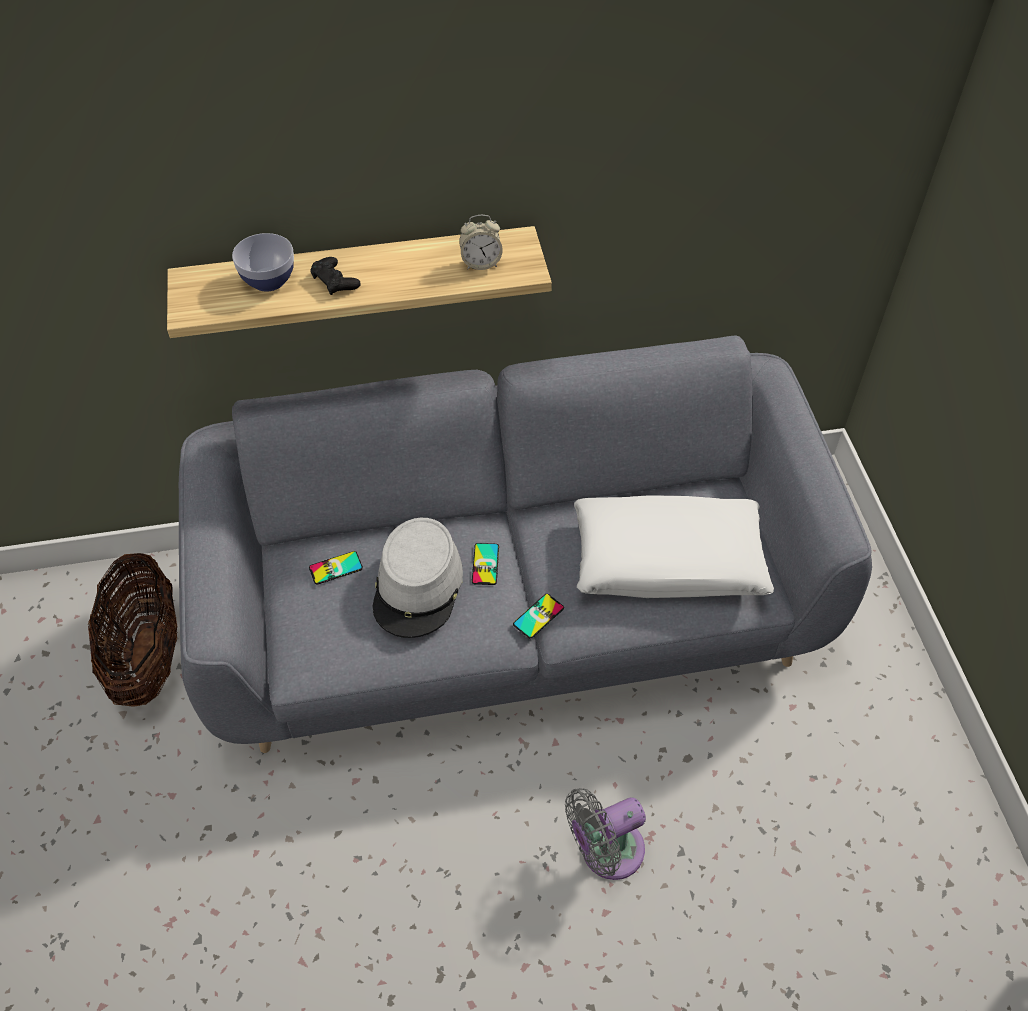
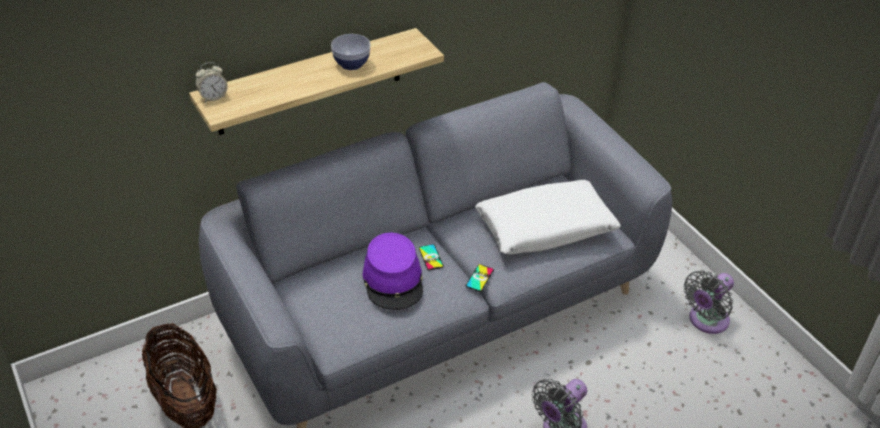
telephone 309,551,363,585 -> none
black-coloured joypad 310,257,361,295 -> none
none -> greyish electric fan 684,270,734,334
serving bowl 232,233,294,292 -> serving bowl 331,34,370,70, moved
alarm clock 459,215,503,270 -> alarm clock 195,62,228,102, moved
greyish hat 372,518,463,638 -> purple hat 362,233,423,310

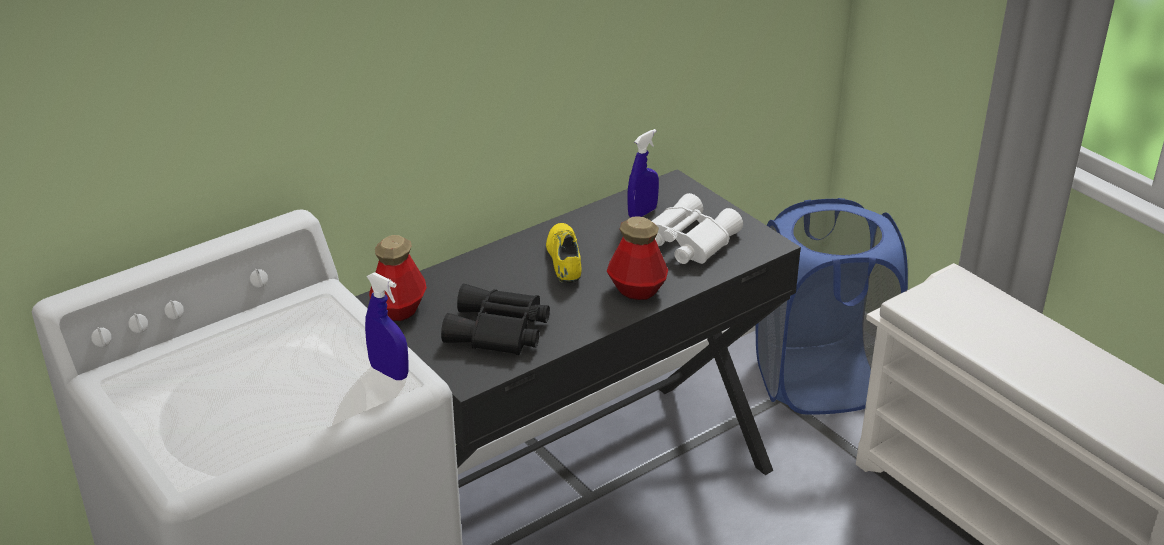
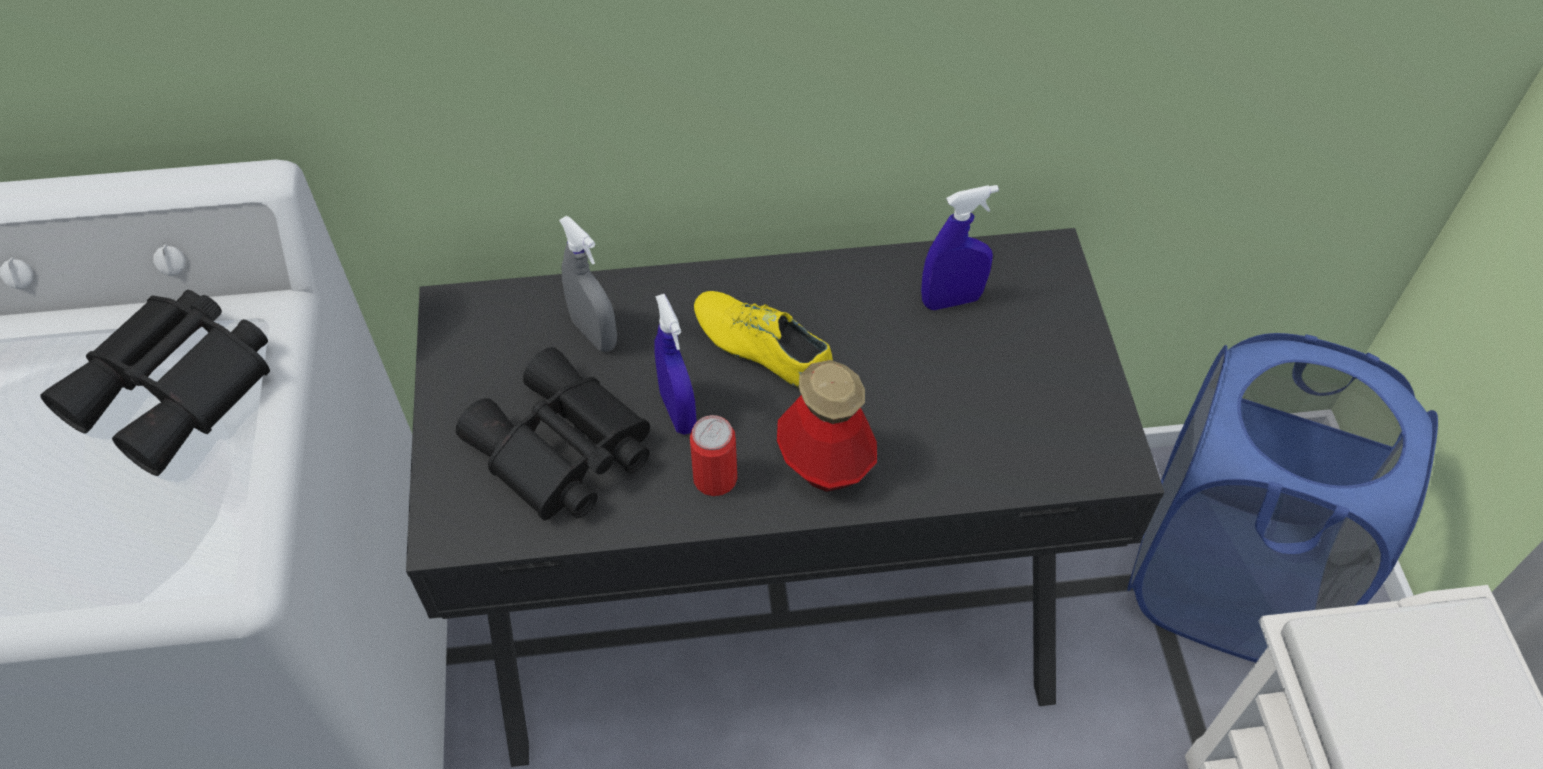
beverage bottle 369,235,427,321 -> none
white binoculars 652,193,743,264 -> none
none -> black-coloured binoculars 40,290,270,476
none -> greyish sprayer 559,216,617,352
none -> sealed can 690,415,737,496
blue-coloured sprayer 365,272,409,380 -> blue-coloured sprayer 654,294,697,435, moved
yellowish shoe 546,223,582,283 -> yellowish shoe 694,291,833,389, 75 degrees counterclockwise

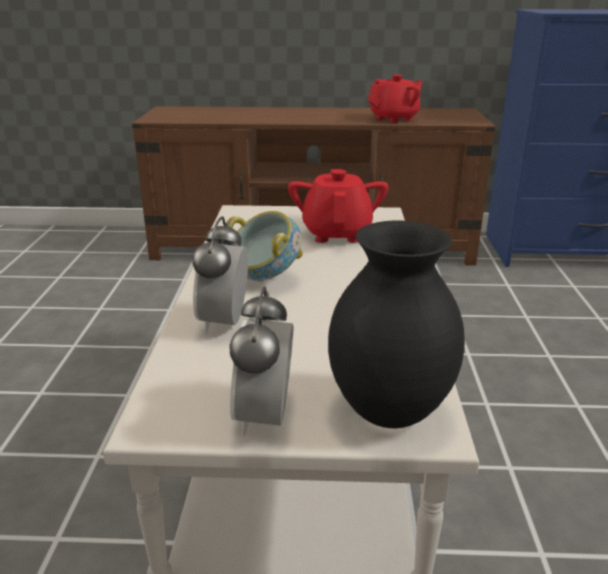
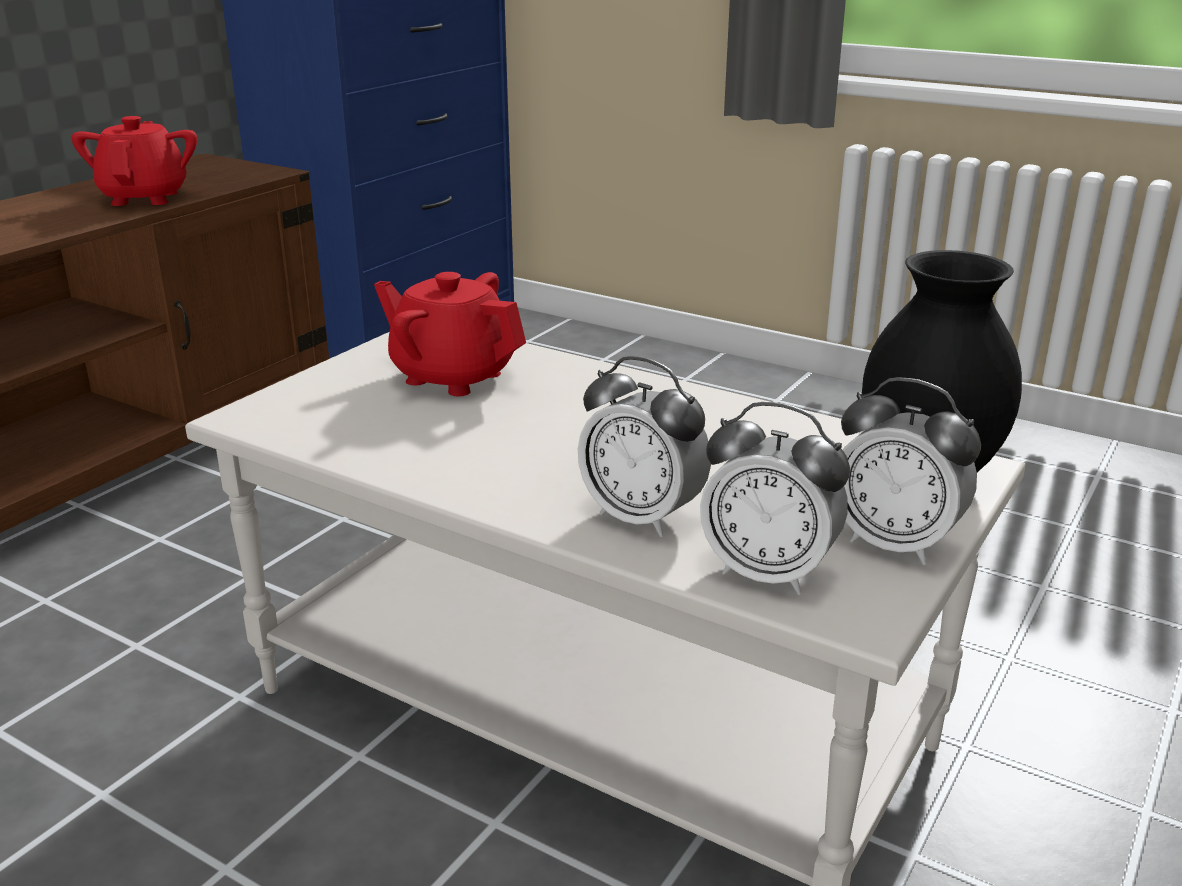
serving bowl 227,211,303,282 -> none
none -> alarm clock 700,402,850,595

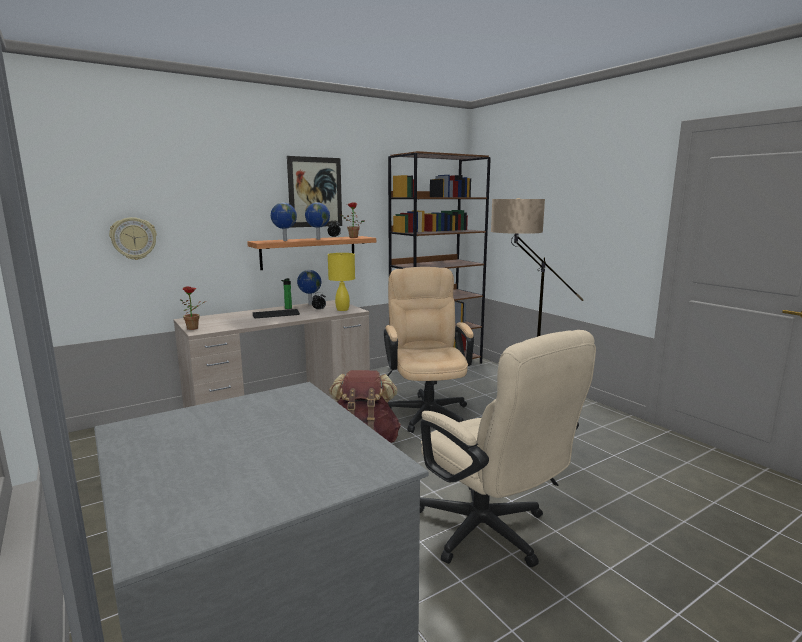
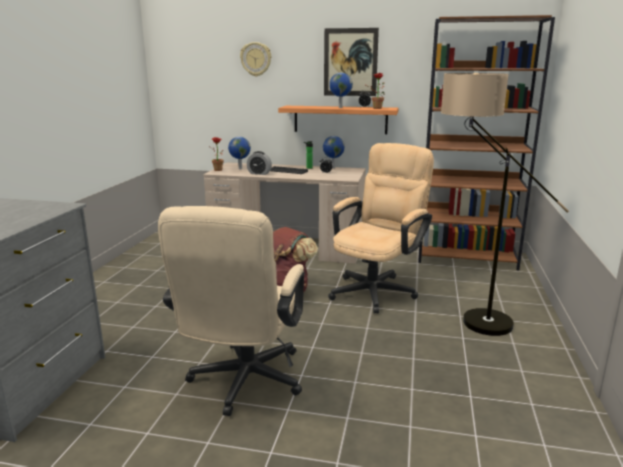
yellowish lamp for a table 328,253,355,311 -> none
none -> alarm clock 247,151,272,175
wall clock 109,217,157,260 -> wall clock 240,42,271,76, moved
globe 271,203,297,241 -> globe 228,136,251,169, moved

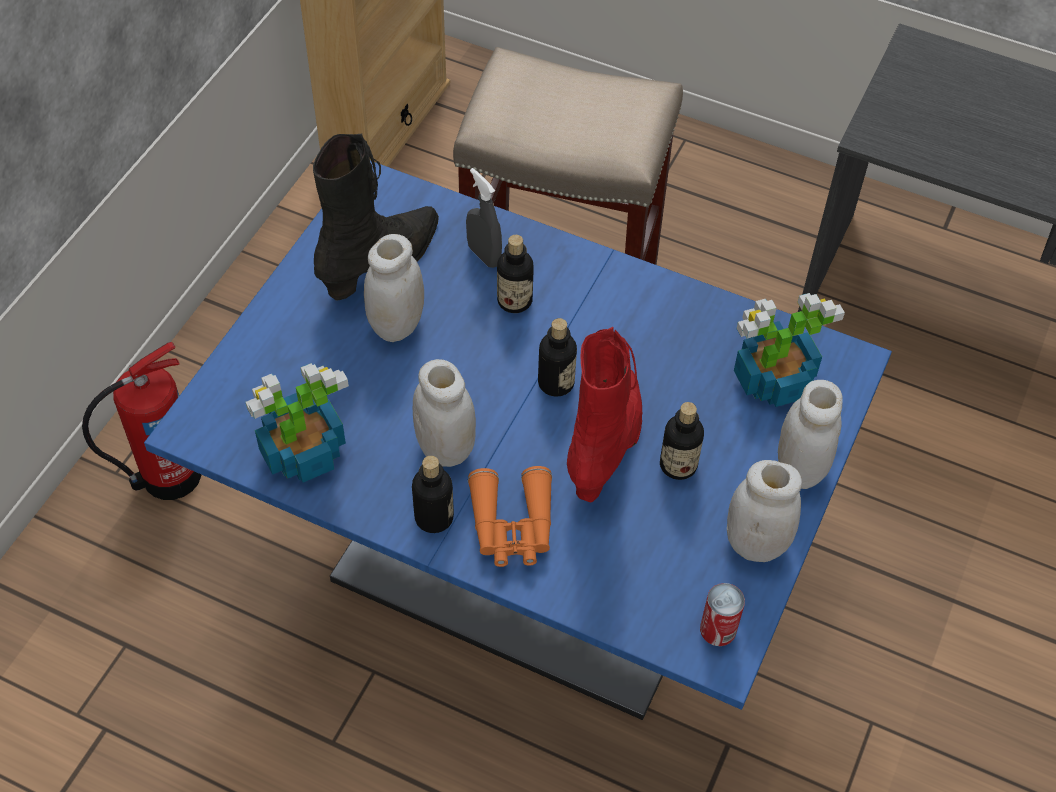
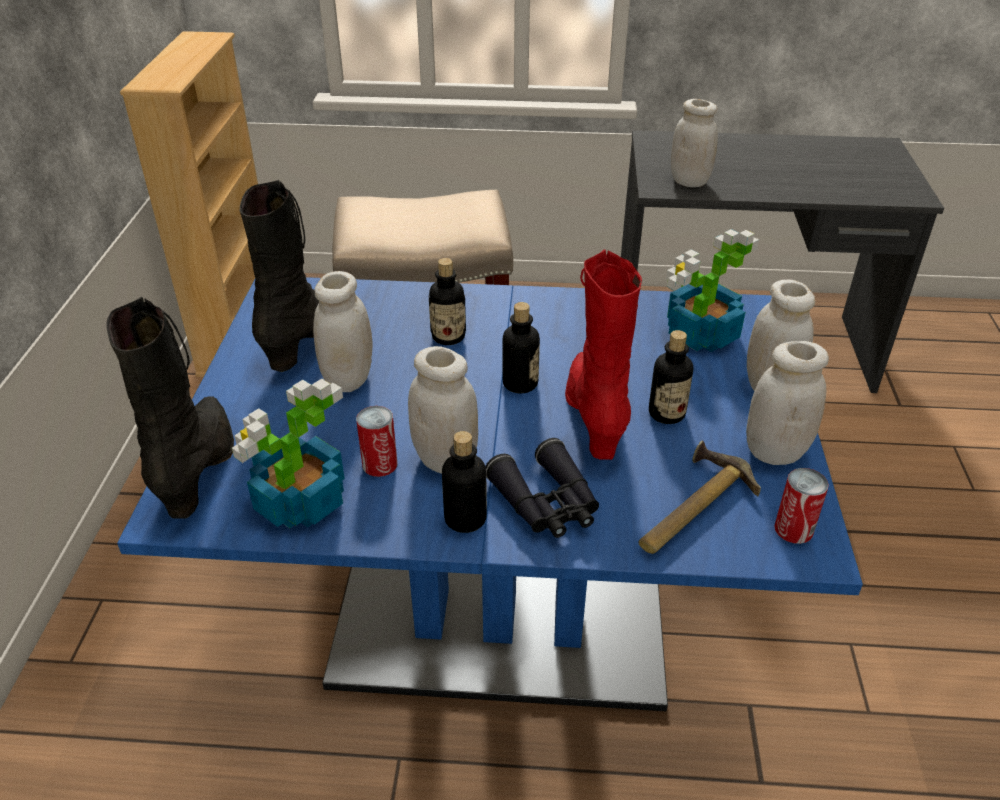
fire-fighting cylinder 82,342,201,500 -> none
greyish sprayer 466,168,502,268 -> none
none -> black-coloured tall boot 106,297,234,519
none -> sealed can 356,406,398,477
none -> tool hammer 639,441,761,554
none -> white preserve jar 671,99,718,187
orangey binoculars 468,466,552,567 -> black-coloured binoculars 485,438,599,538

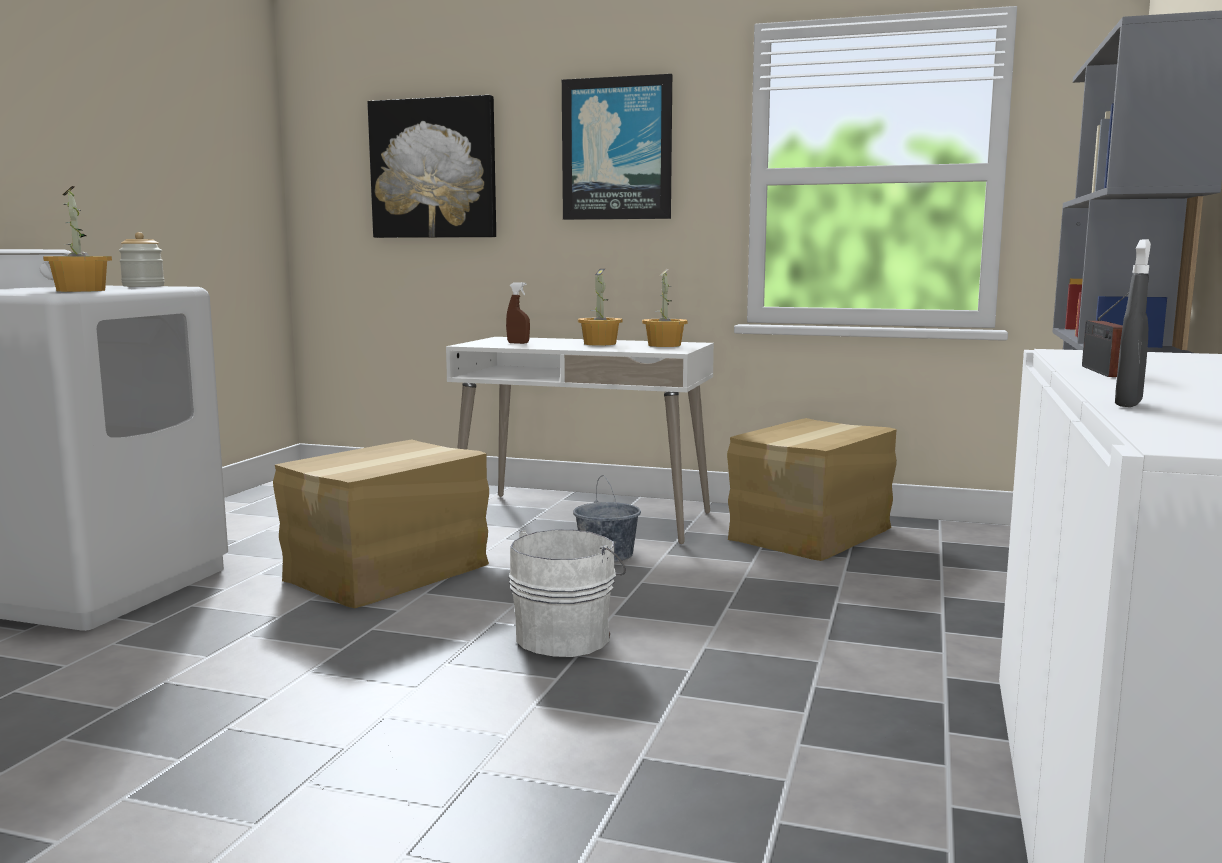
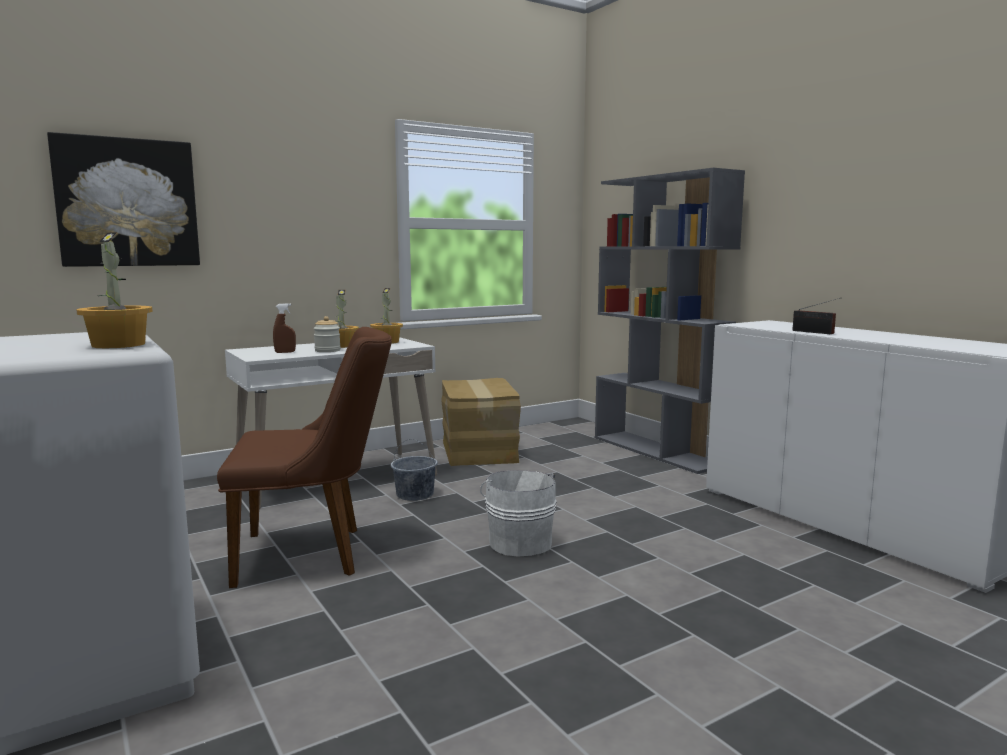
wall picture 562,74,672,220 -> none
greyish sprayer 1115,239,1151,407 -> none
preserve jar 119,232,165,287 -> preserve jar 313,316,341,352, moved
packing box 273,440,489,608 -> brown-coloured plain chair 217,327,392,588

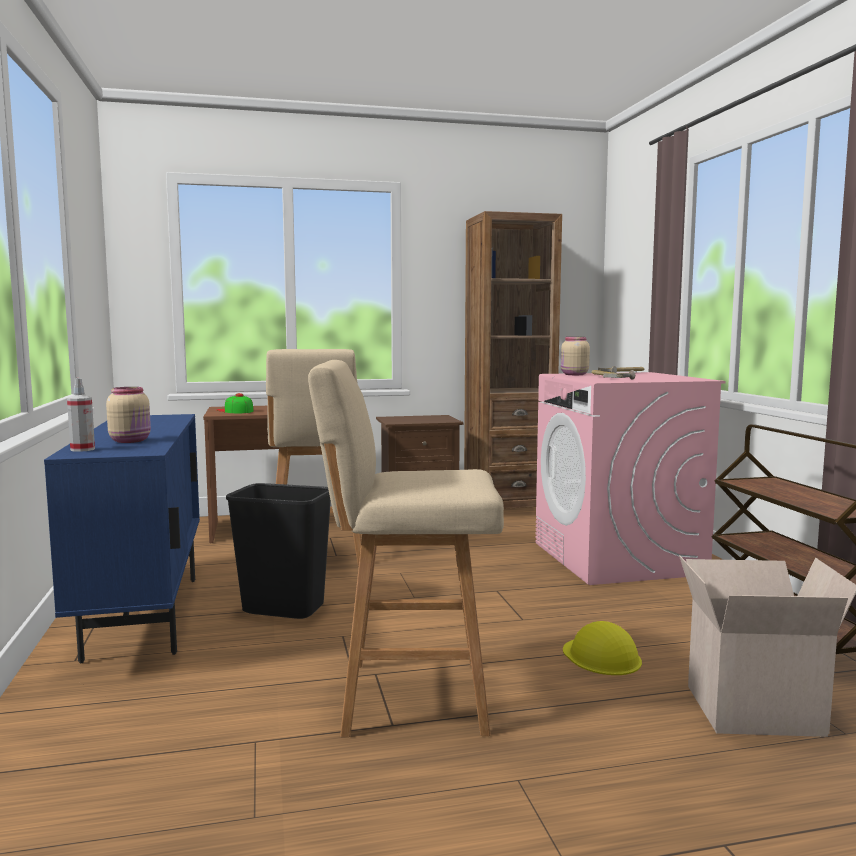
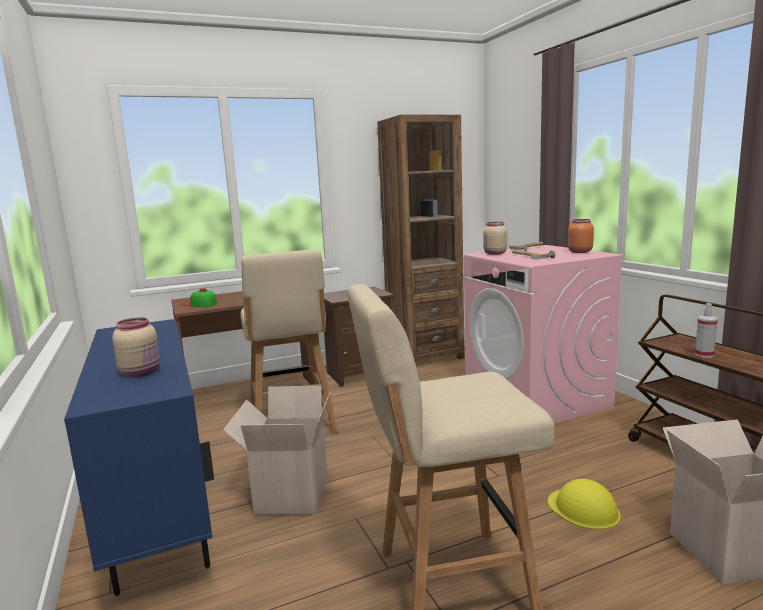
none -> orangey preserve jar 568,219,594,253
sprayer 67,378,95,452 -> sprayer 695,303,718,358, moved
black-coloured rubbish bin 226,483,331,619 -> packing box 223,385,330,515

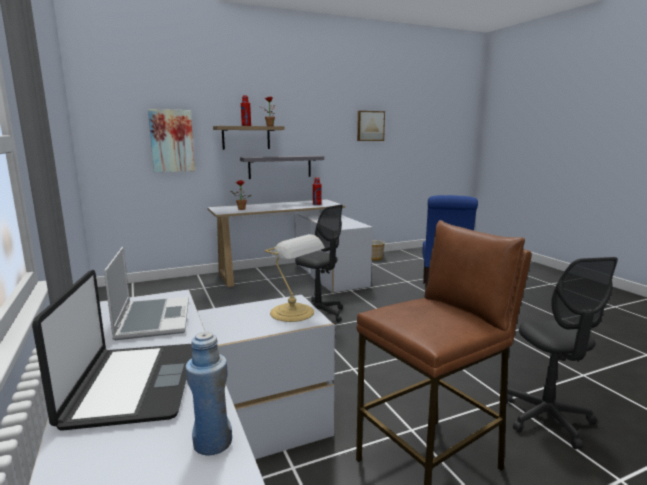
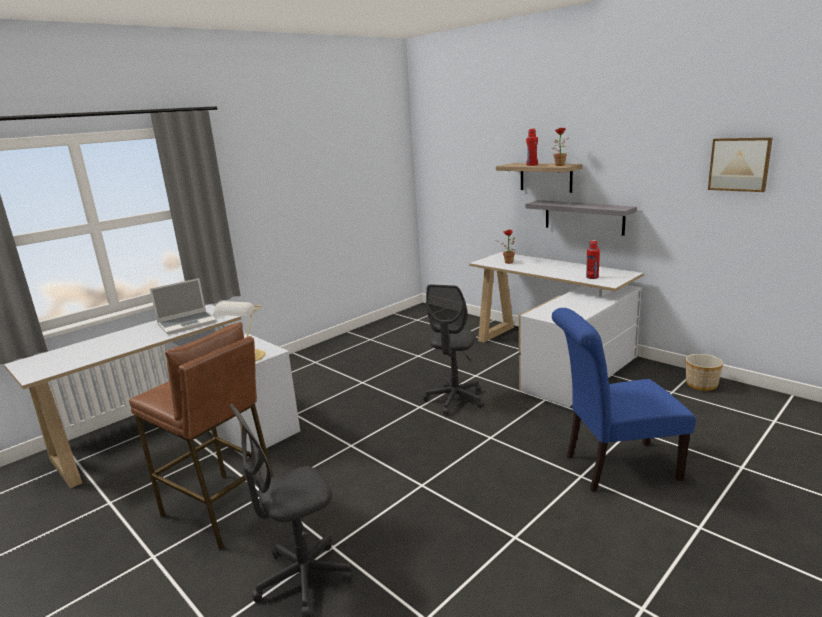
notebook computer 32,270,192,431 -> none
wall picture 148,109,195,172 -> none
blue-coloured beverage bottle 186,332,232,456 -> none

